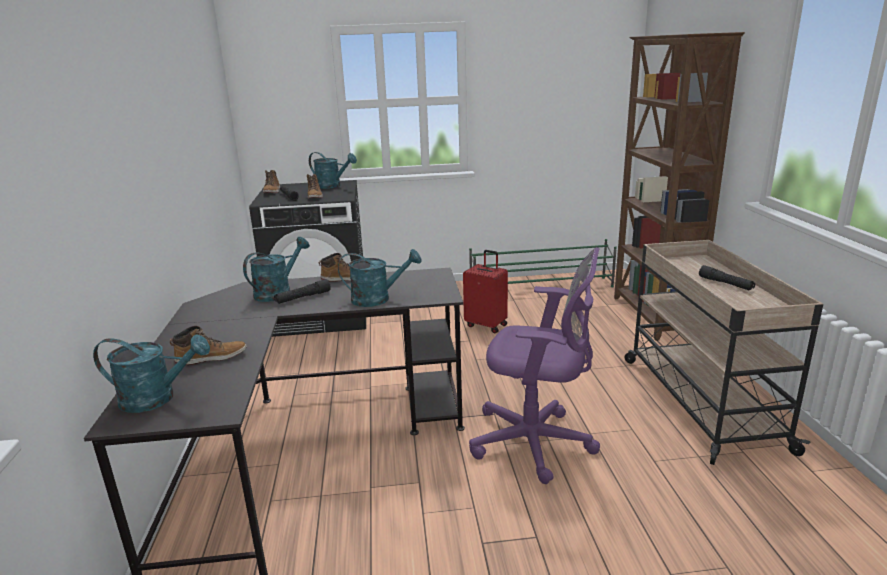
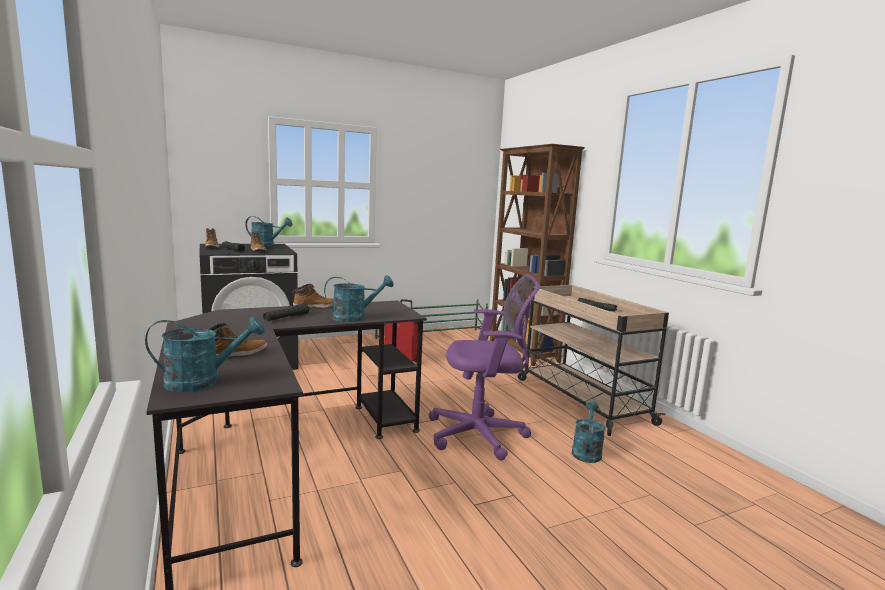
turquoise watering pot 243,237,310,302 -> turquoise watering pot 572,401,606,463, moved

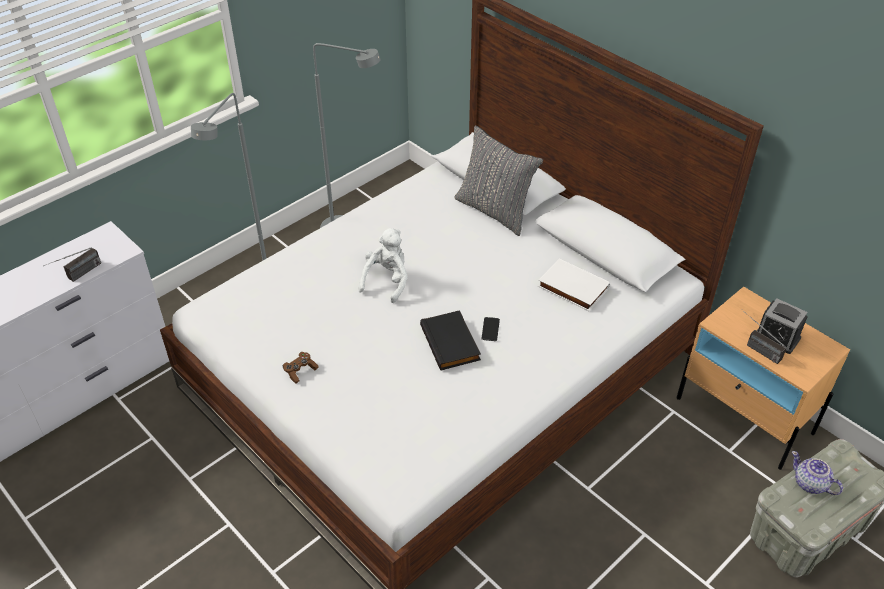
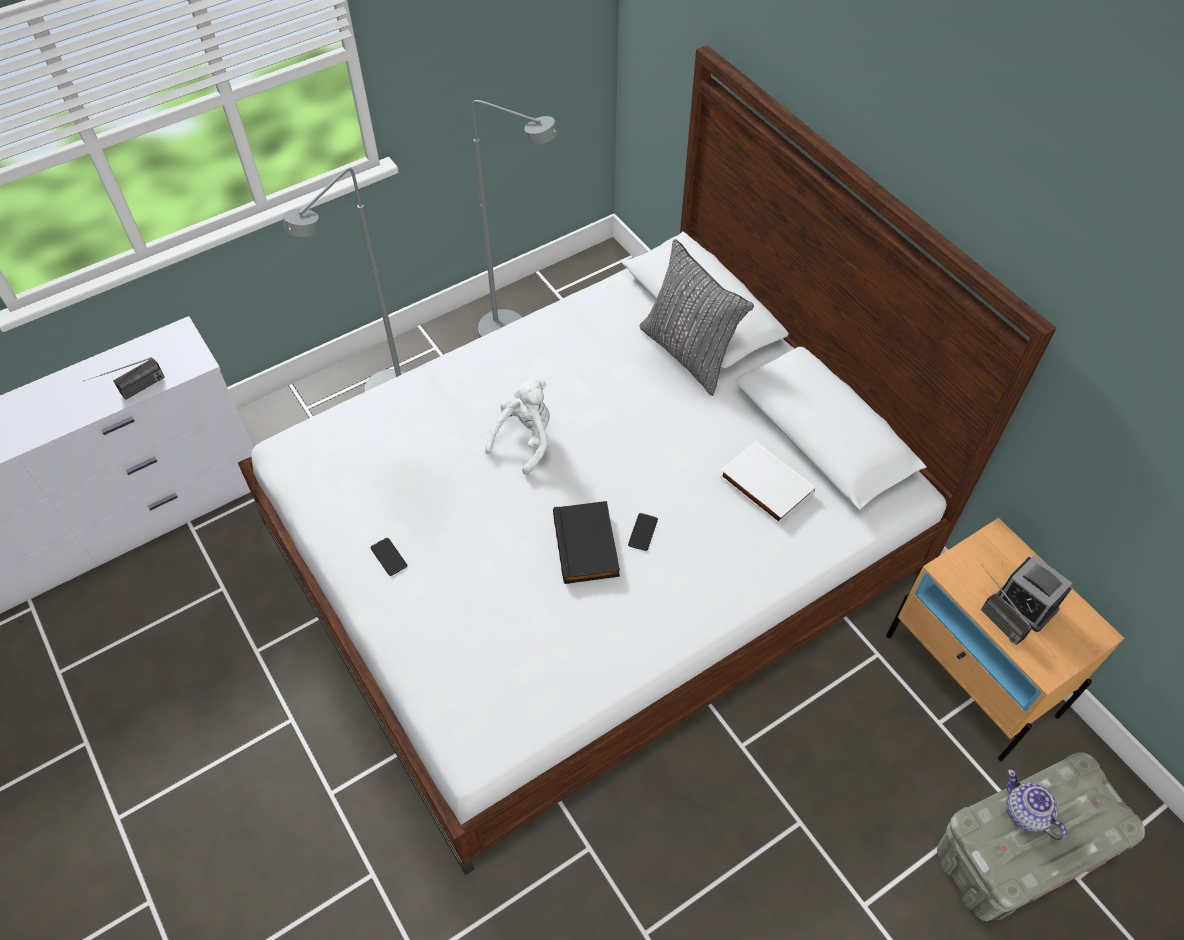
brown-coloured joypad 283,352,319,384 -> telephone 371,538,407,576

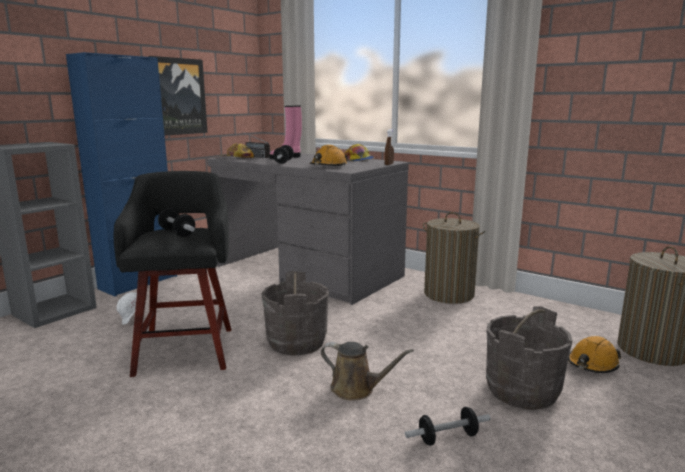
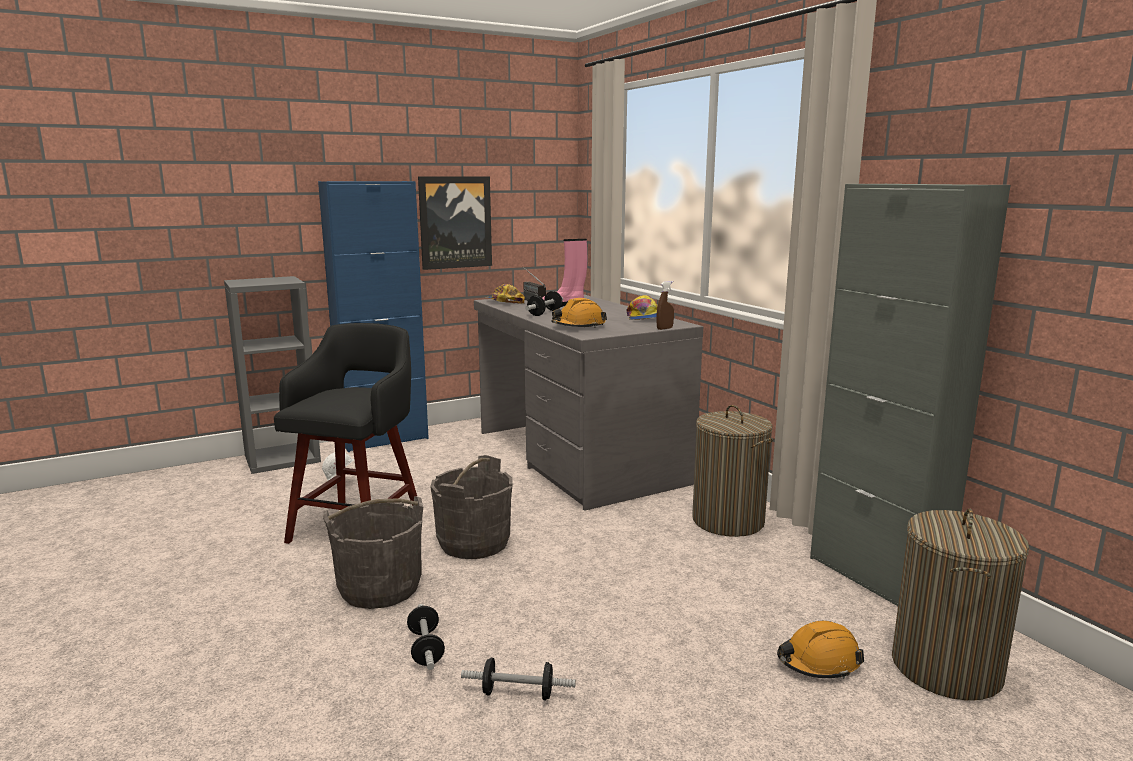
brown-coloured watering pot 321,342,414,401 -> none
none -> greyish cupboard 810,184,1010,606
free weight 158,208,195,237 -> free weight 407,604,445,670, moved
greyish bucket 486,306,572,410 -> greyish bucket 323,496,423,609, moved

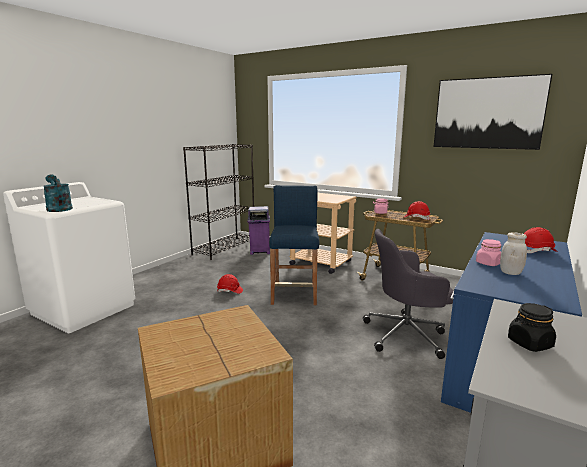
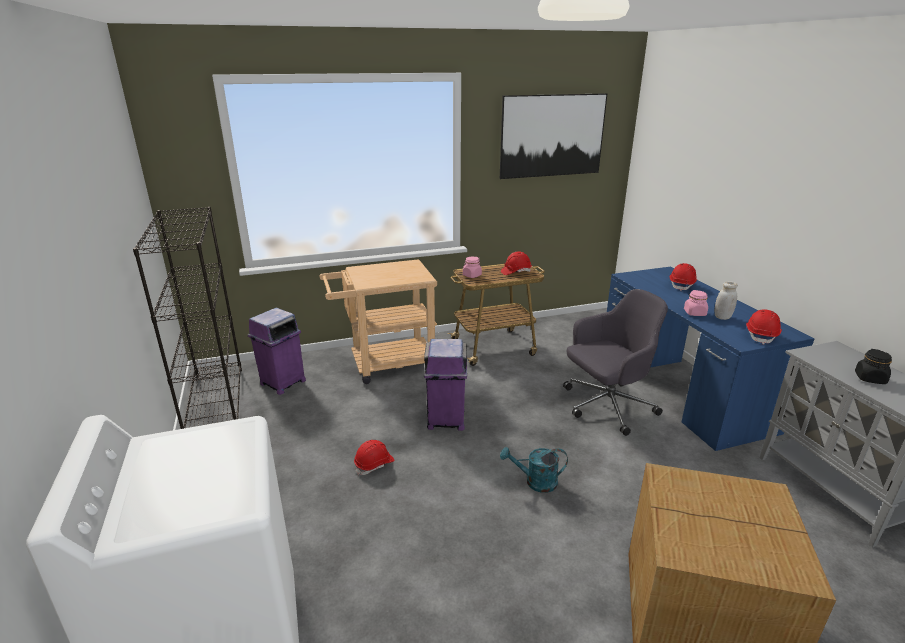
none -> red hard hat 746,309,782,345
turquoise watering pot 43,174,73,212 -> turquoise watering pot 500,447,568,493, moved
blue-coloured sitting stool 269,185,319,305 -> purple rubbish bin 424,339,467,431
greyish computer chair 363,229,454,359 -> greyish computer chair 563,289,668,436, 150 degrees counterclockwise

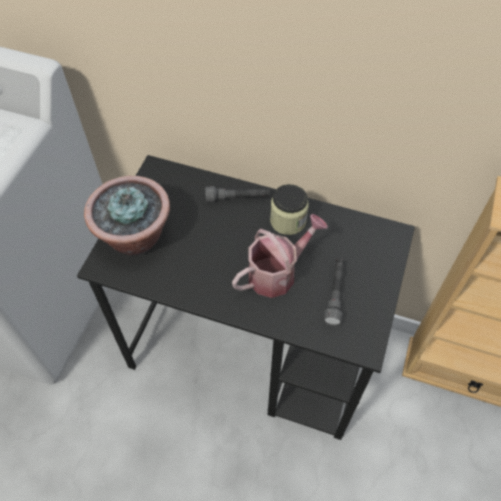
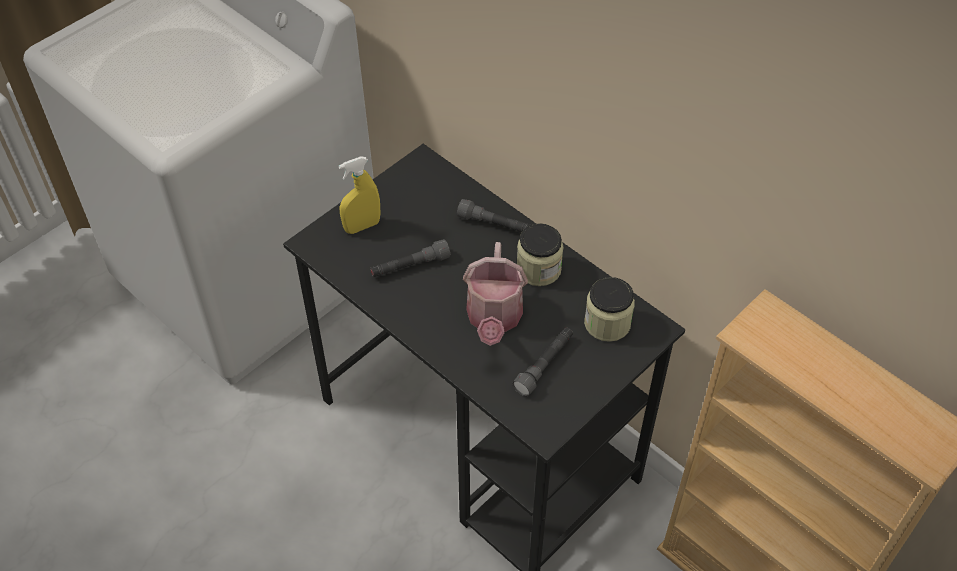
none -> greyish hand torch 370,239,451,277
none -> preserve jar 584,277,635,342
potted plant 84,176,170,255 -> yellowish sprayer 338,156,381,234
watering pot 232,214,328,298 -> watering pot 463,242,528,346, 105 degrees clockwise

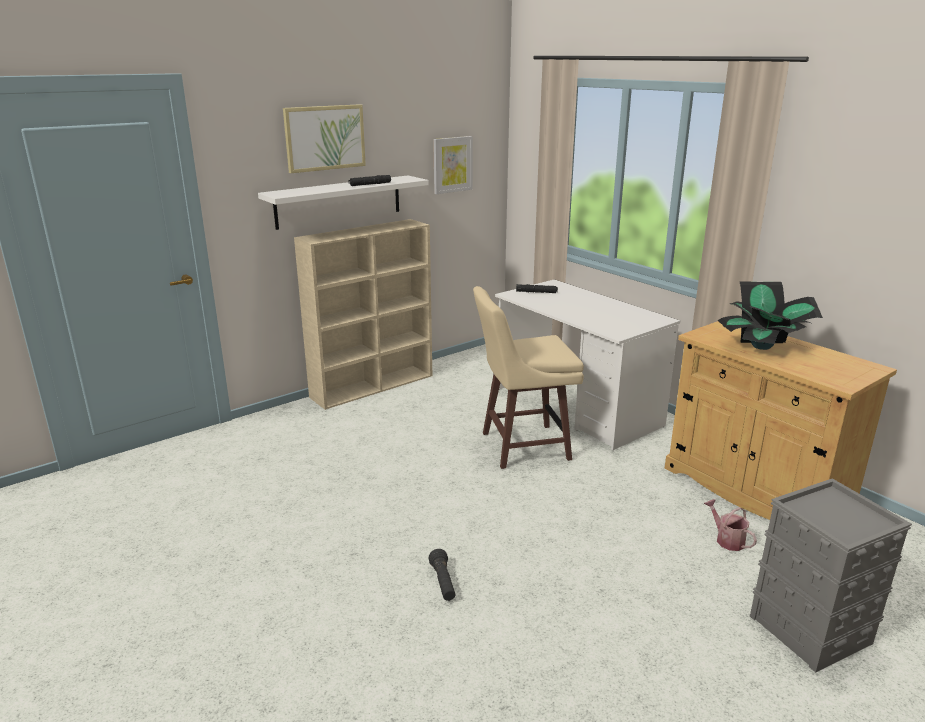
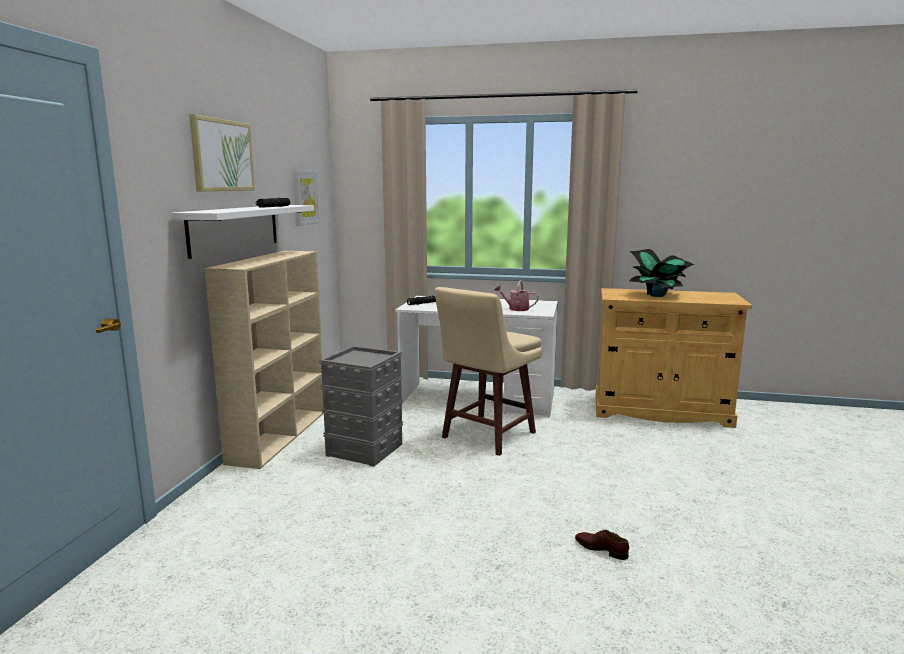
watering pot 704,499,757,551 -> watering pot 494,280,539,311, moved
greyish storage container 750,478,912,672 -> greyish storage container 319,346,403,467, moved
black-coloured hand torch 428,549,455,601 -> brown-coloured shoe 575,530,629,560

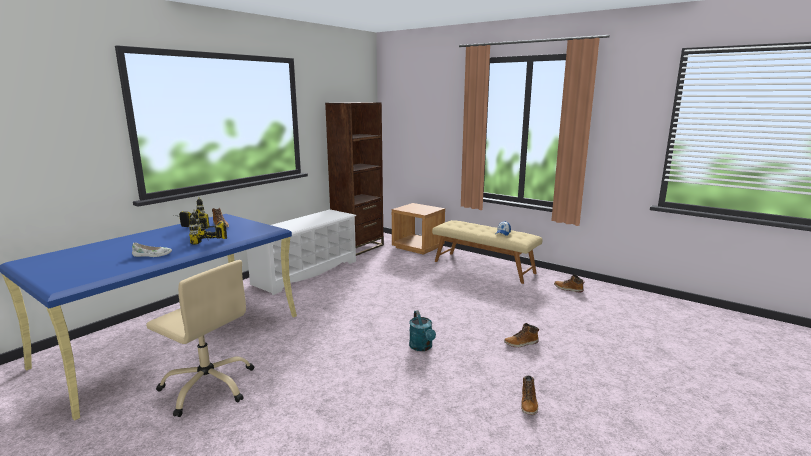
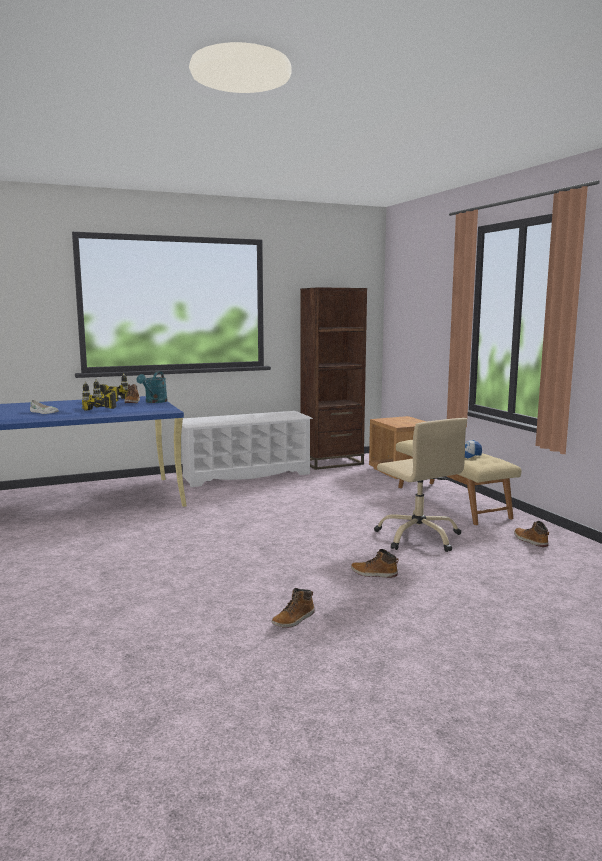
beige-coloured computer chair 146,260,254,417 -> beige-coloured computer chair 374,418,467,552, moved
turquoise watering pot 409,310,436,351 -> turquoise watering pot 136,371,168,403, moved

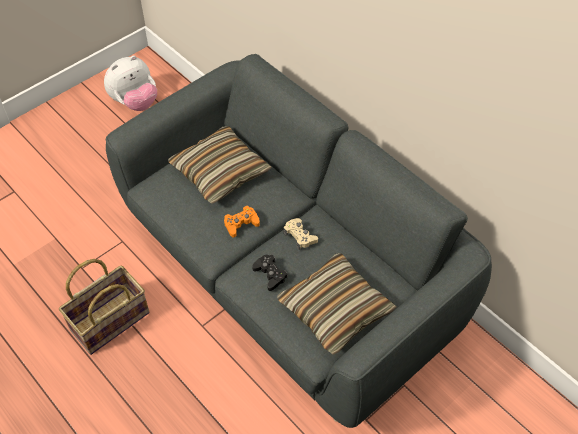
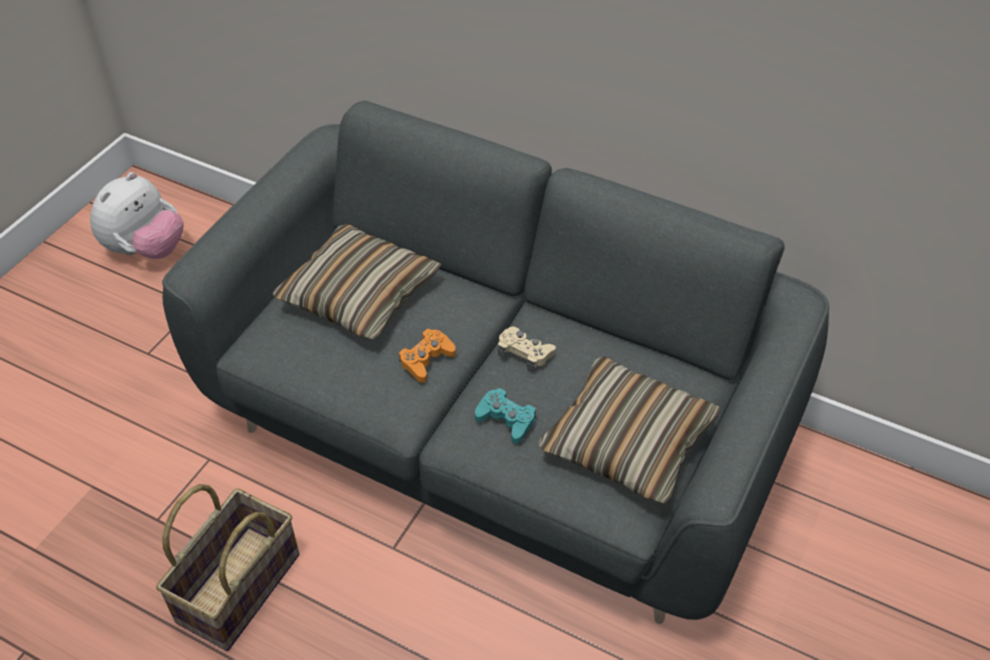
black-coloured joypad 252,255,288,291 -> turquoise joypad 475,388,536,444

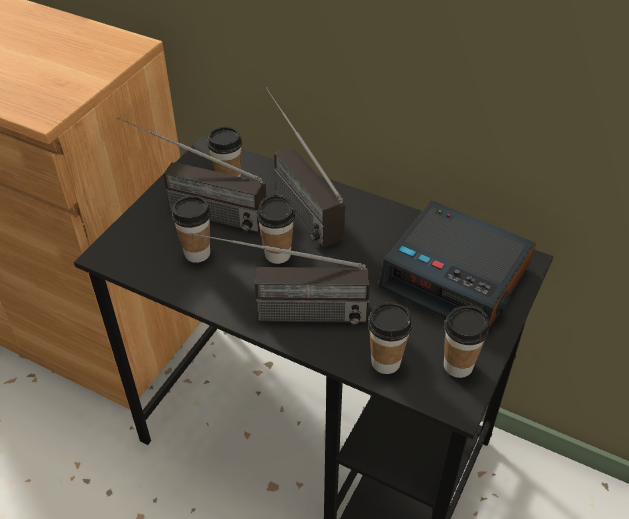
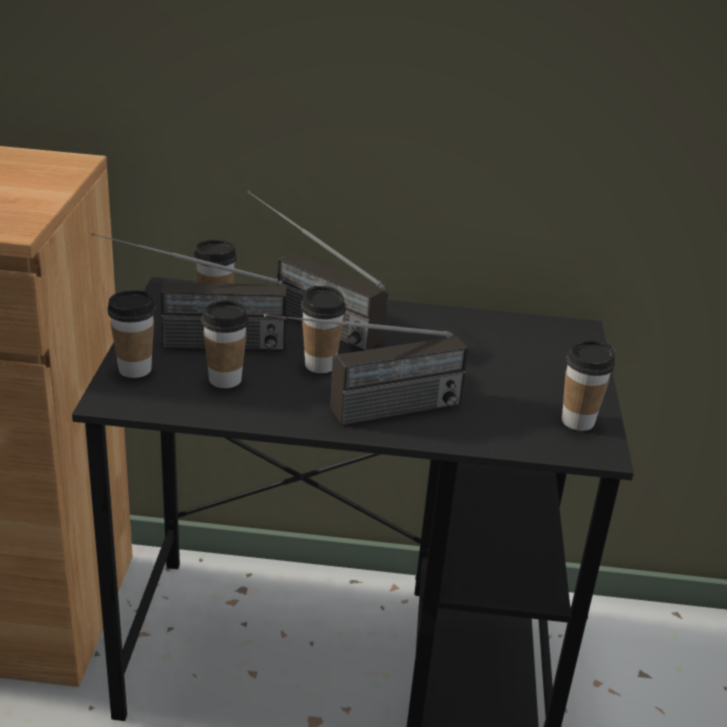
alarm clock 378,201,536,328 -> none
cup 368,302,412,374 -> cup 107,290,156,378, moved

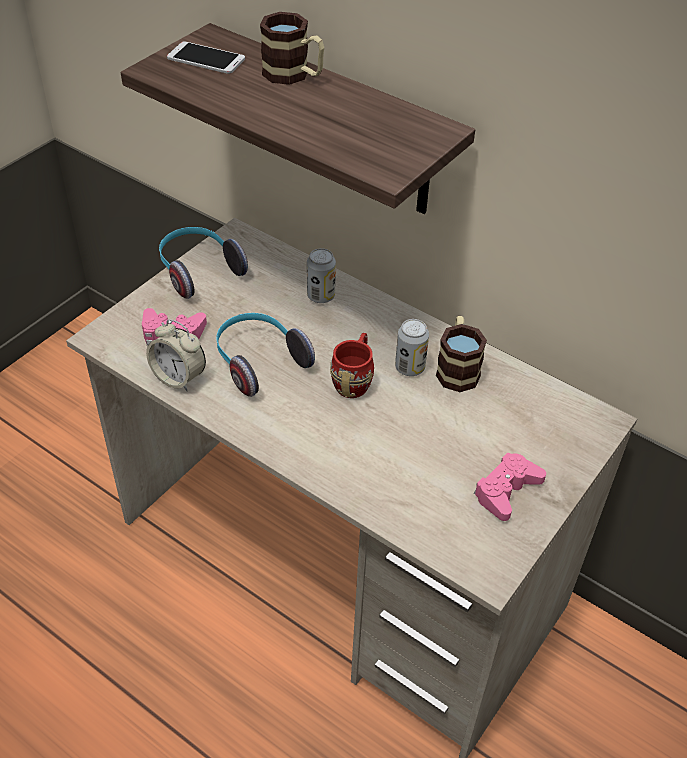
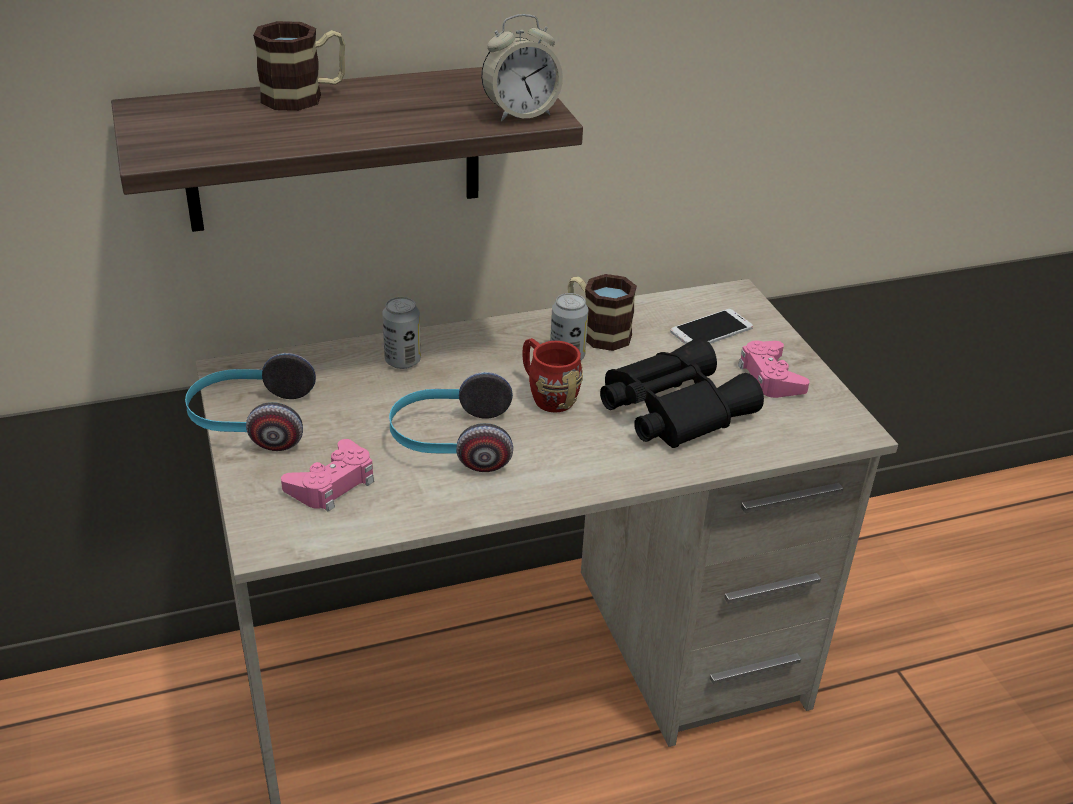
none -> black-coloured binoculars 600,338,764,448
alarm clock 146,319,206,391 -> alarm clock 481,14,563,122, moved
telephone 167,41,245,74 -> telephone 670,309,753,344, moved

